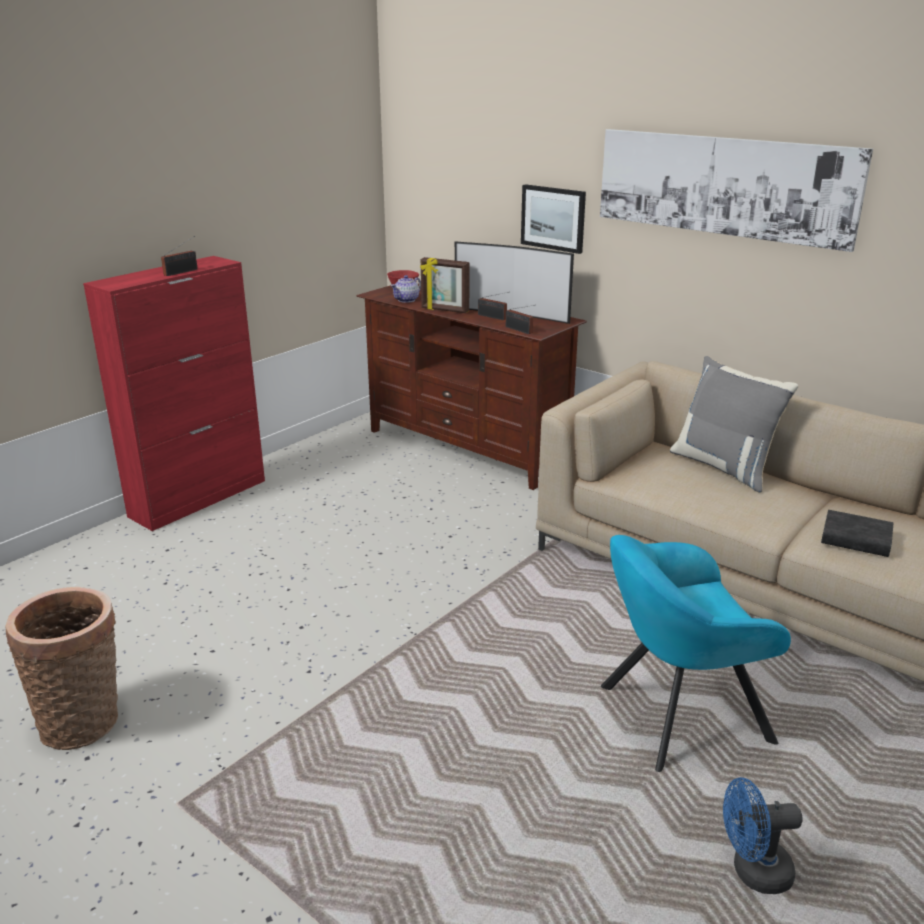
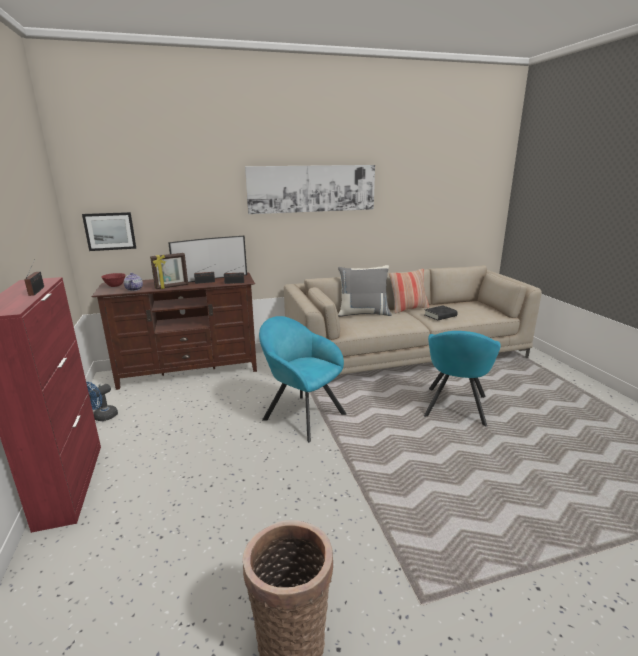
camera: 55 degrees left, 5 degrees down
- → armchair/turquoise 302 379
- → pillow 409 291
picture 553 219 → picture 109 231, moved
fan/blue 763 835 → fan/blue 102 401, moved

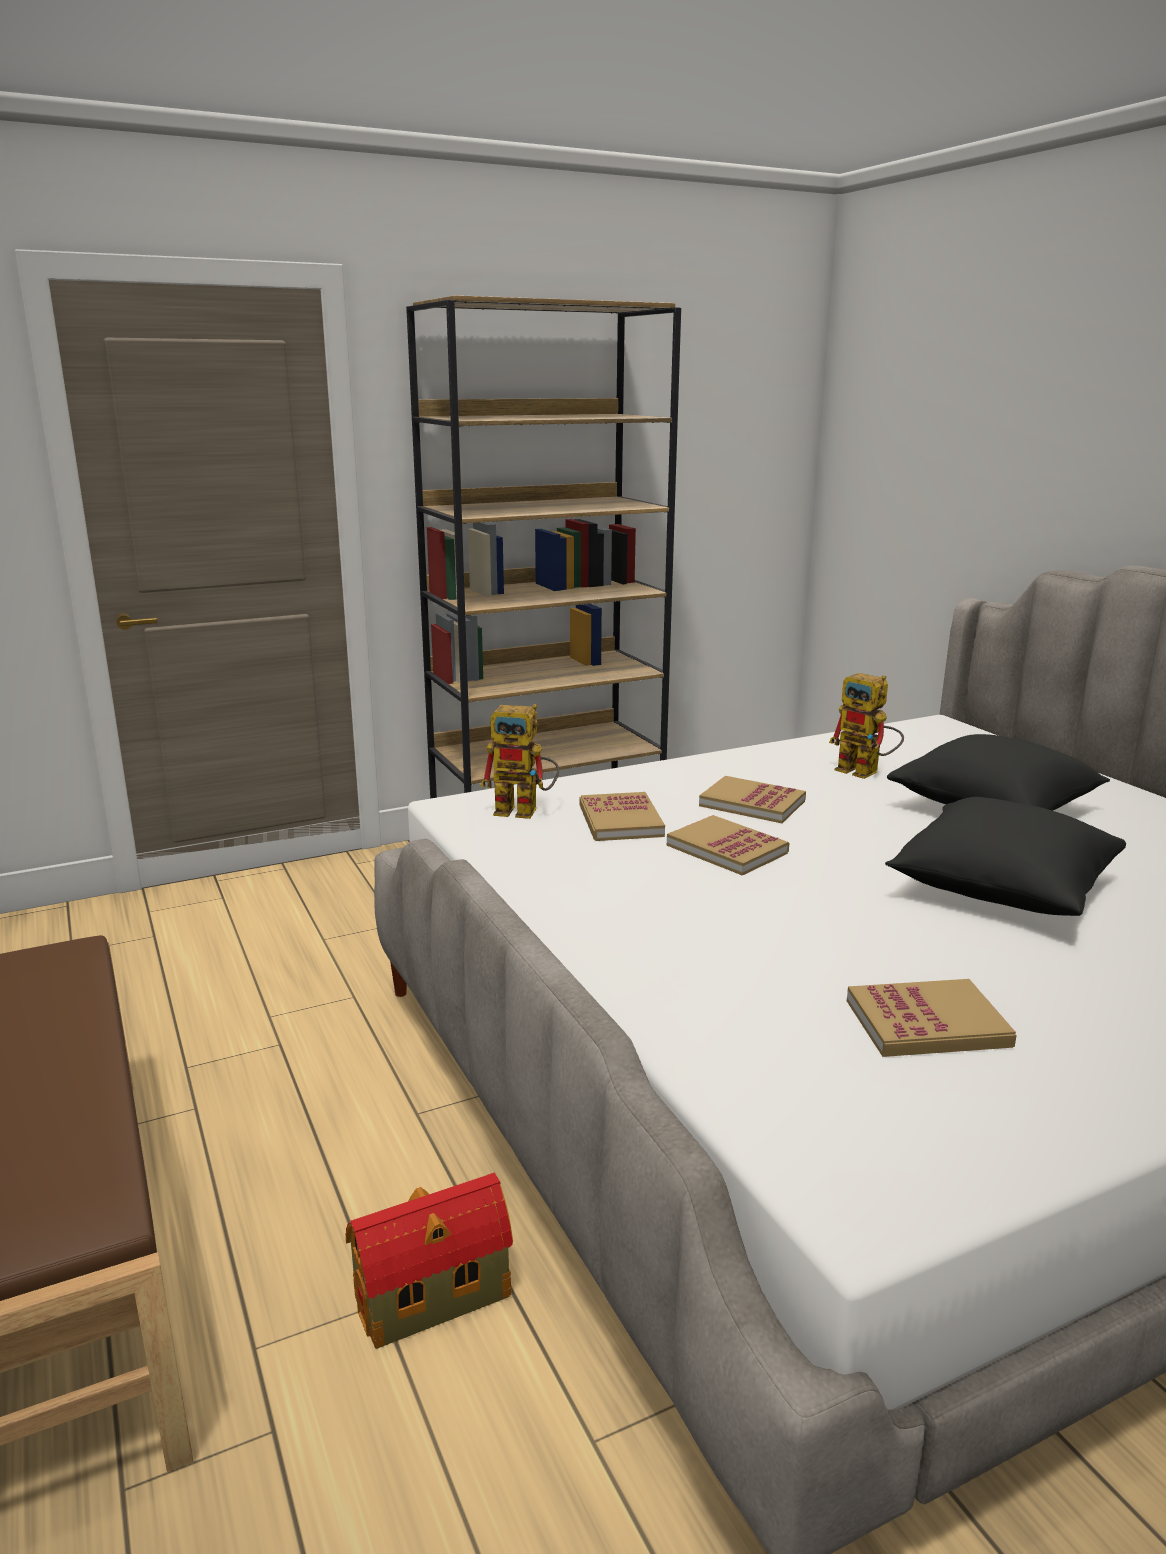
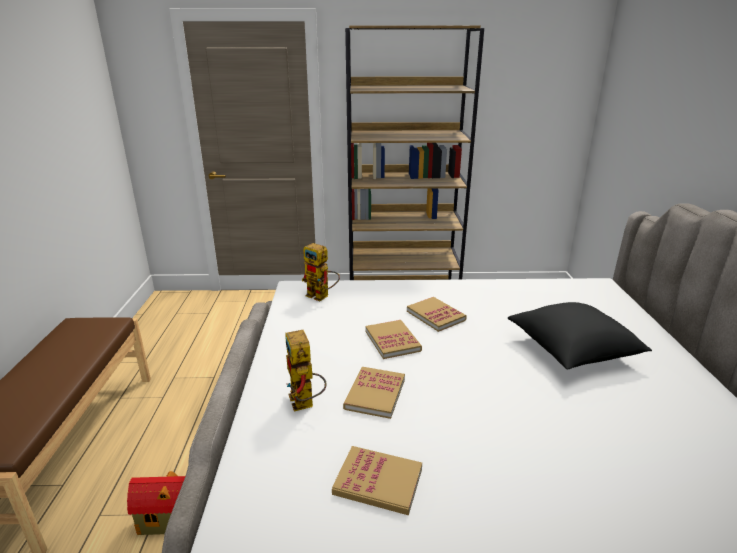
camera: 25 degrees right, 5 degrees up
pillow/black 1005 856 → -
book 622 816 → book 374 393, moved
toy robot 866 726 → toy robot 306 371, moved

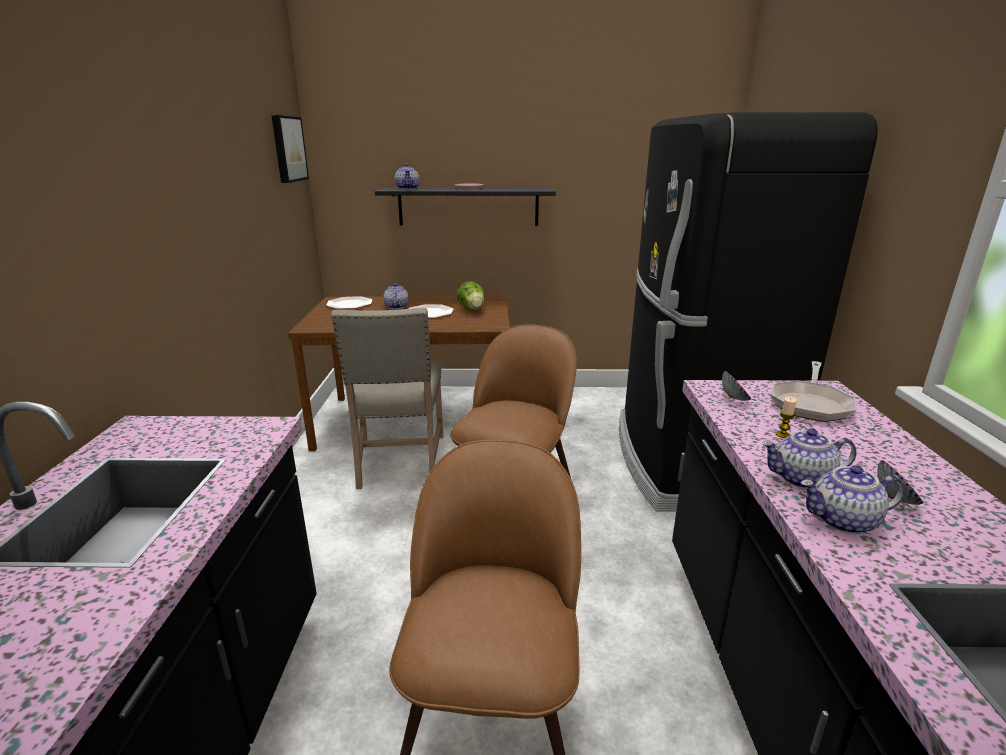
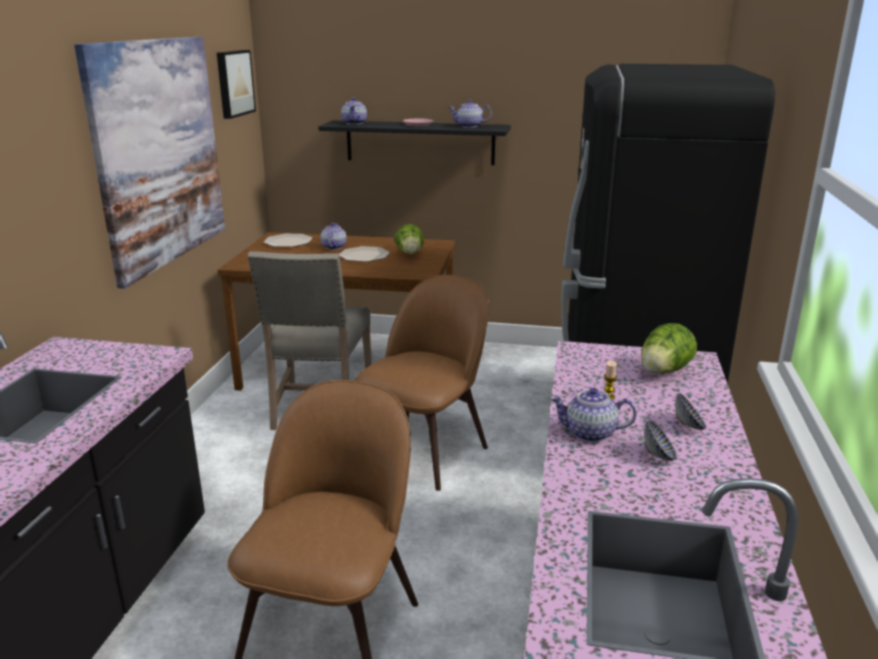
camera: 10 degrees right, 0 degrees up
- → picture 149 163
bowl 736 386 → bowl 691 411, moved
teapot 852 499 → teapot 470 114, moved
frying pan 813 391 → lettuce 669 348

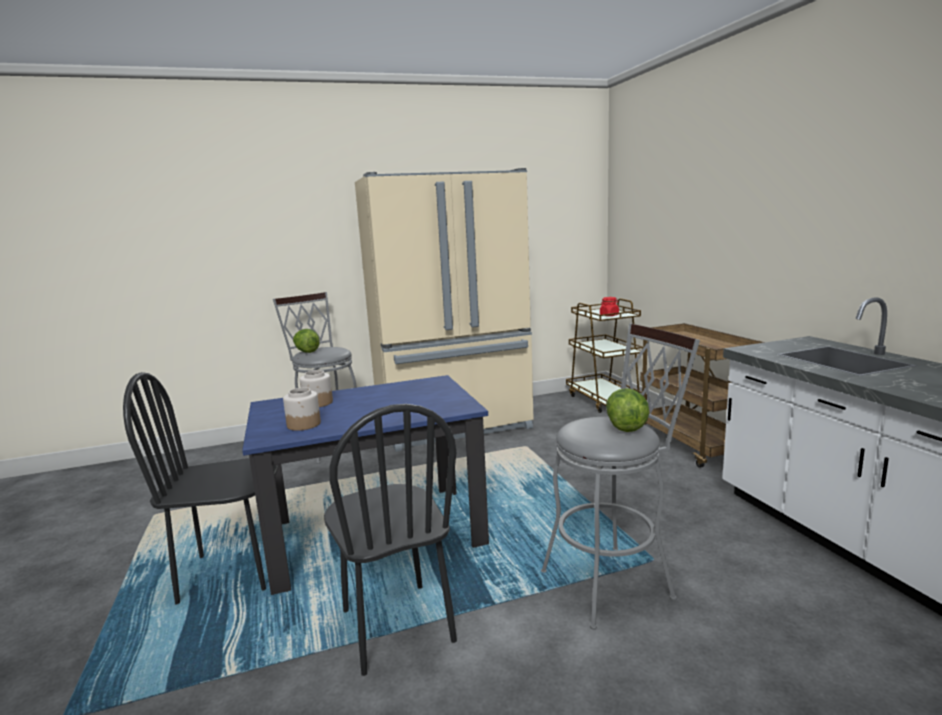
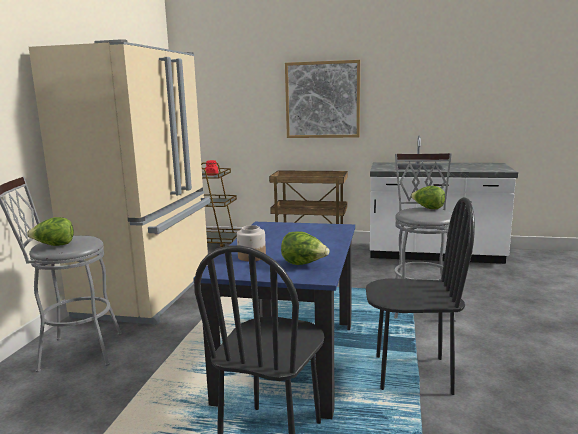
camera: 60 degrees left, 0 degrees up
- → picture 322 99
jar 302 409 → lettuce 305 248

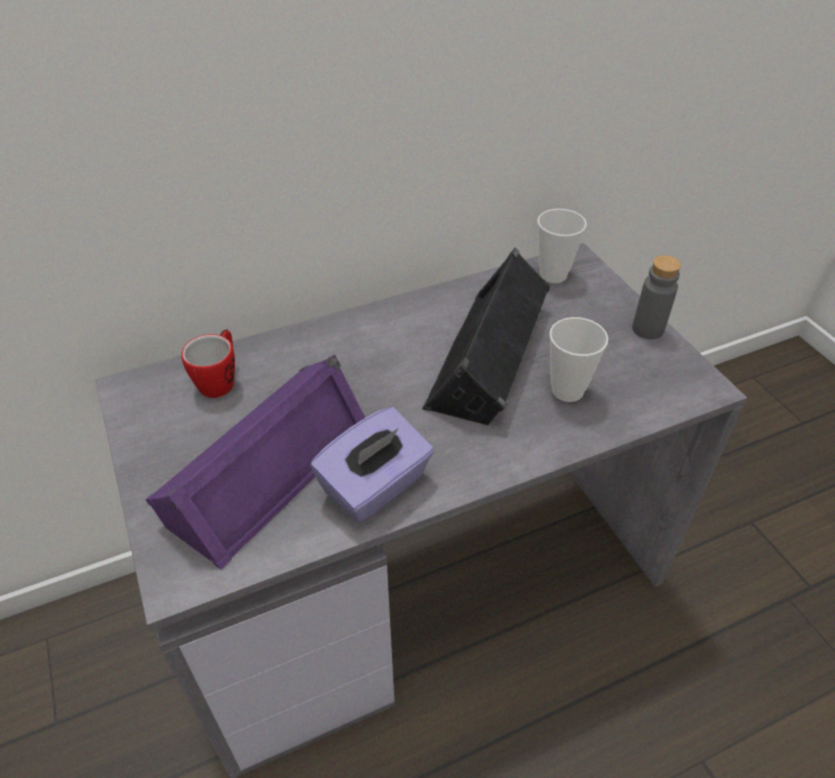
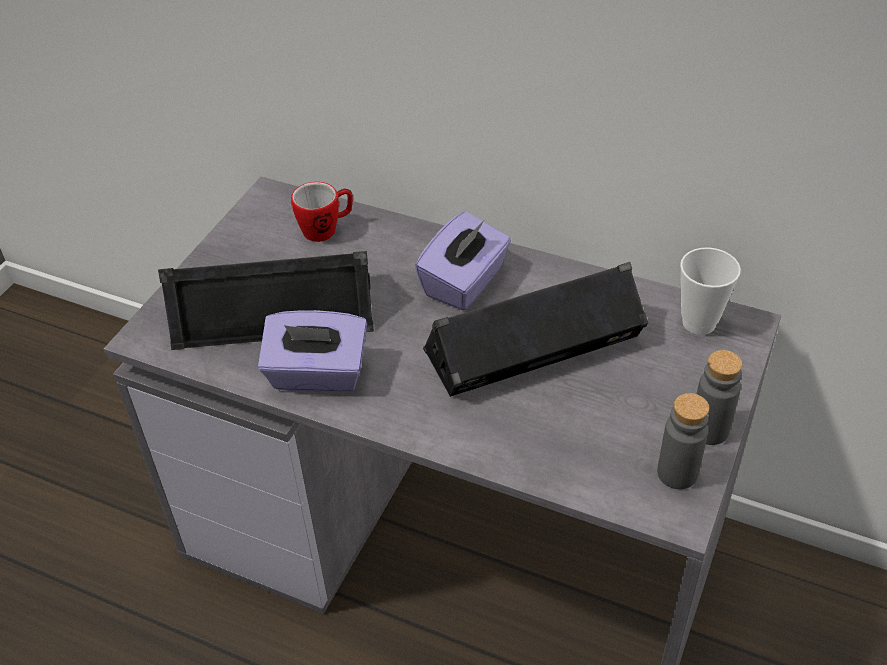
camera: 50 degrees right, 0 degrees up
cup 578 359 → -
- → tissue box/purple 463 261
- → bottle/grey 683 441
speaker/purple 255 461 → speaker/black 266 300

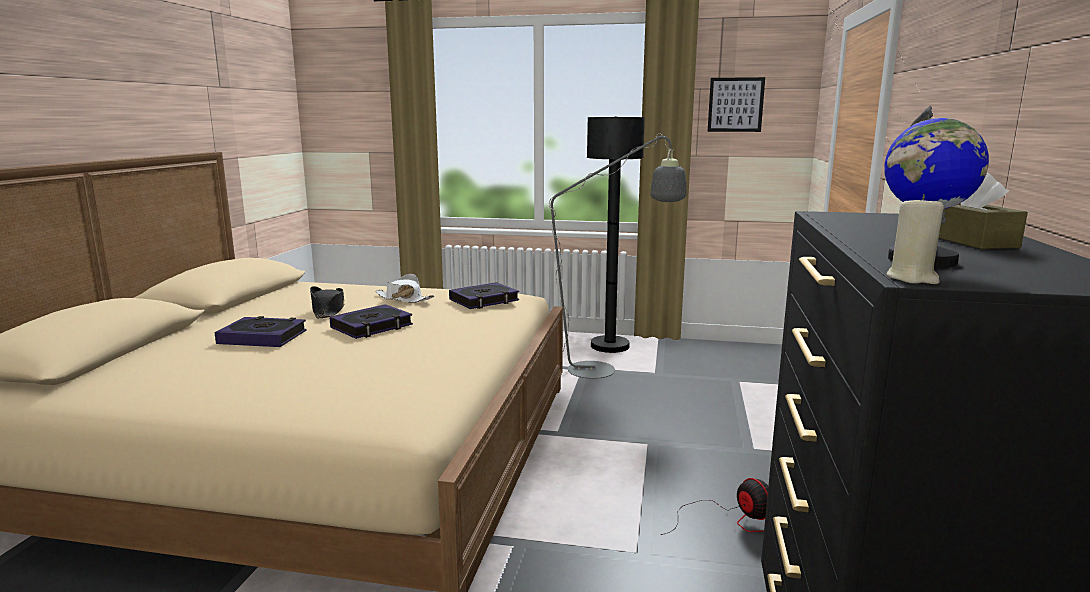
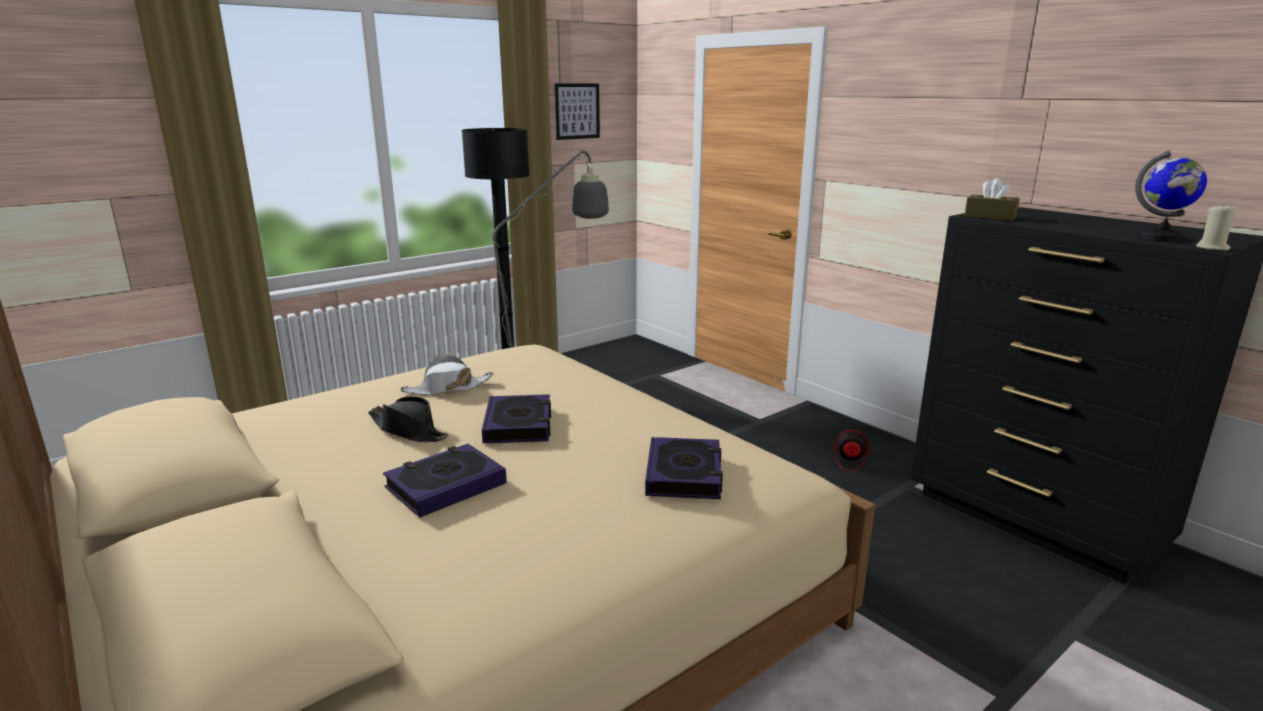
camera: 50 degrees left, 5 degrees up
book 484 295 → book 684 468, moved
tissue box/brown 983 211 → tissue box/brown 992 199, moved

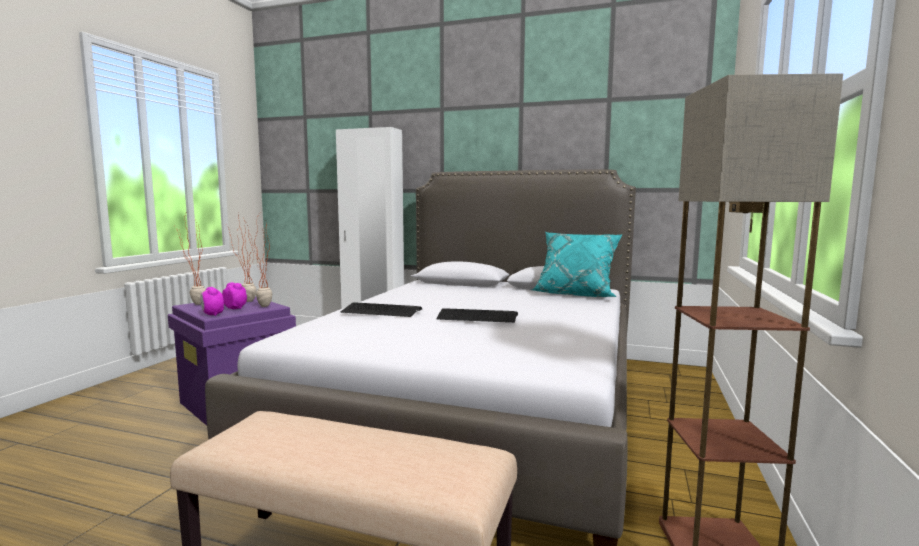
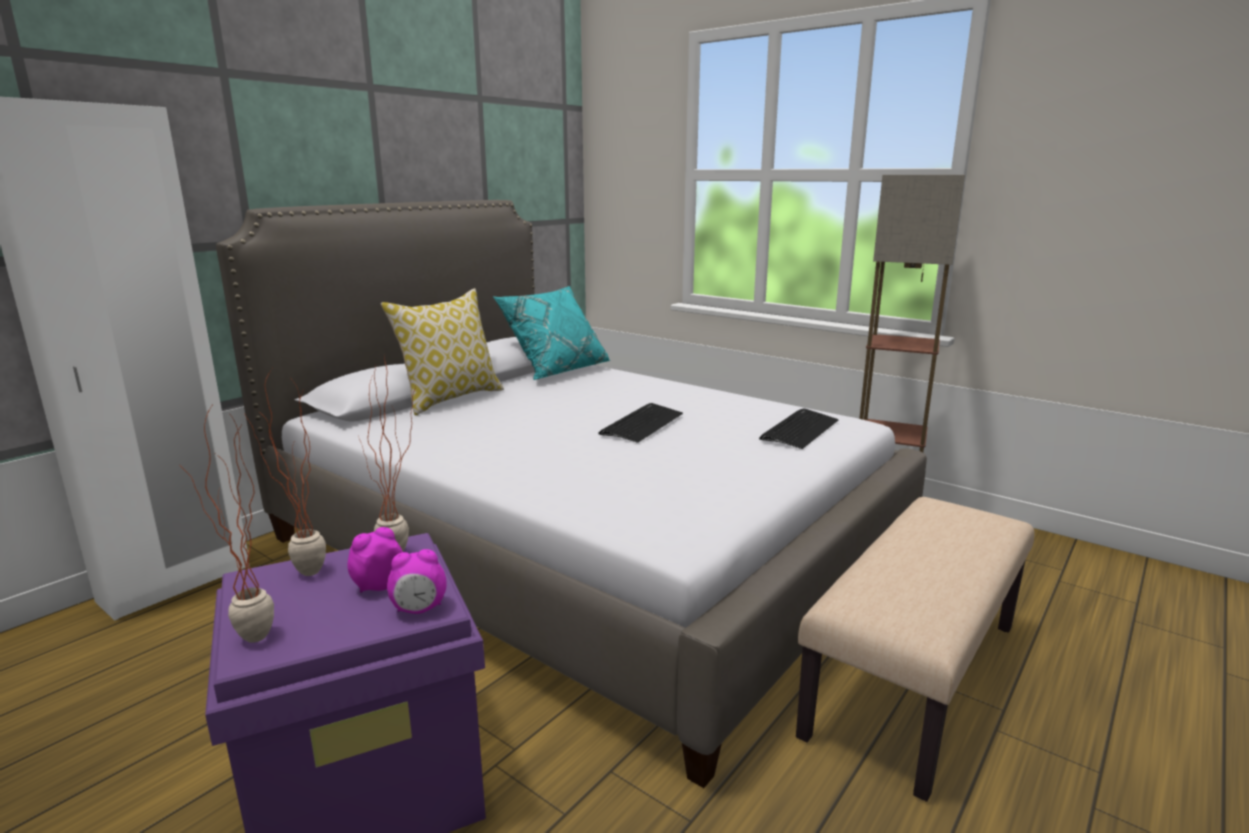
camera: 70 degrees left, 10 degrees up
- → pillow 442 352
keyboard 381 310 → keyboard 799 428, moved

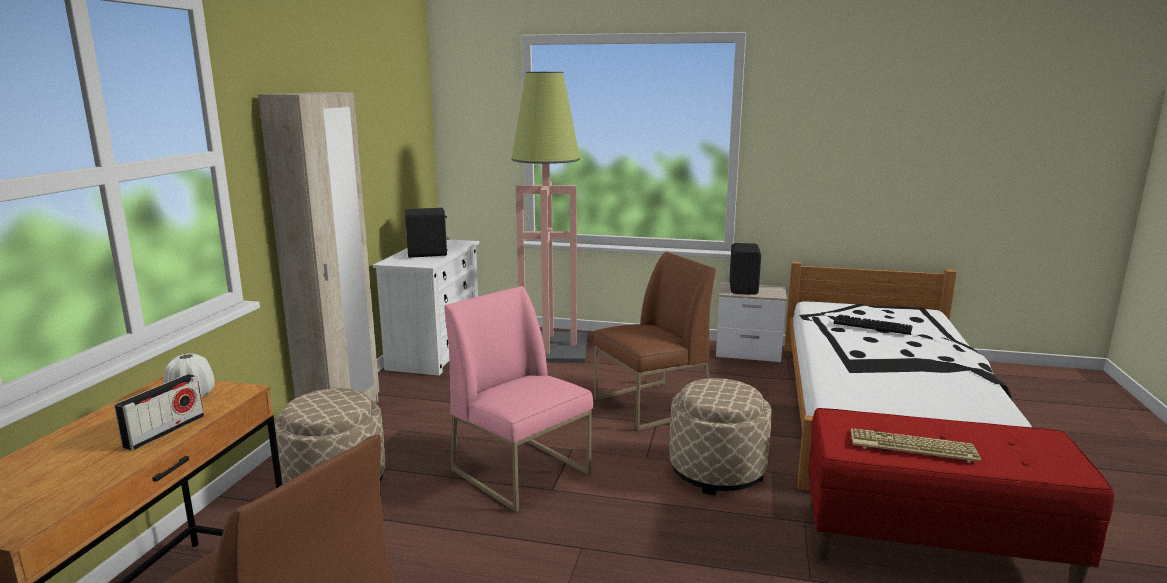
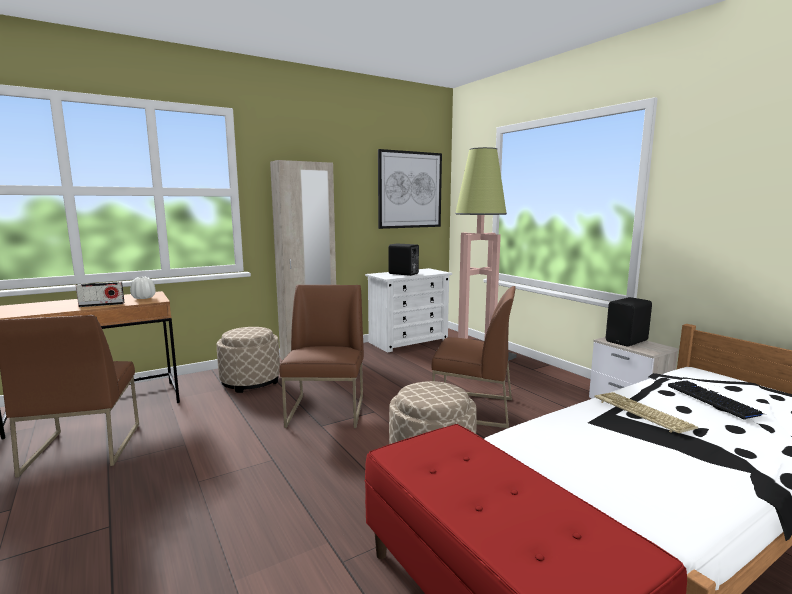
camera: 45 degrees right, 5 degrees down
- → picture 410 189
keyboard 916 445 → keyboard 646 412, moved
chair/pink 518 399 → chair/brown 321 356

